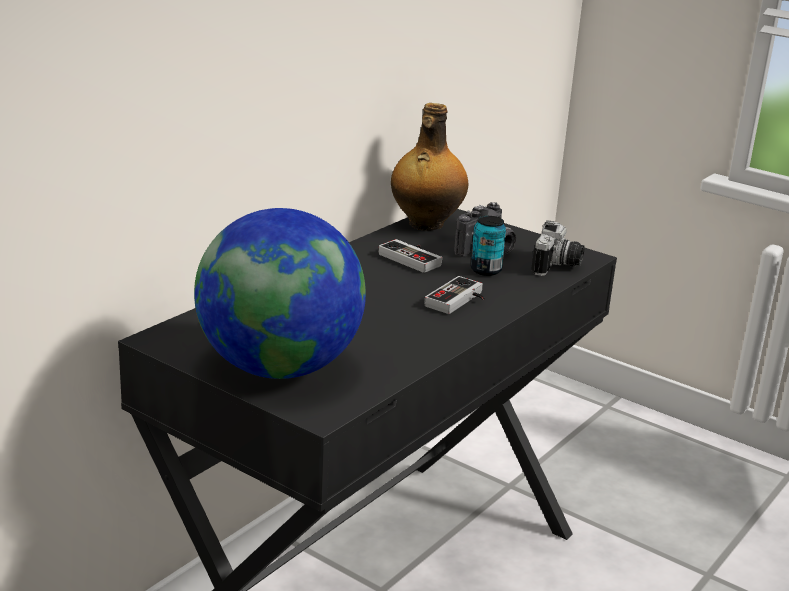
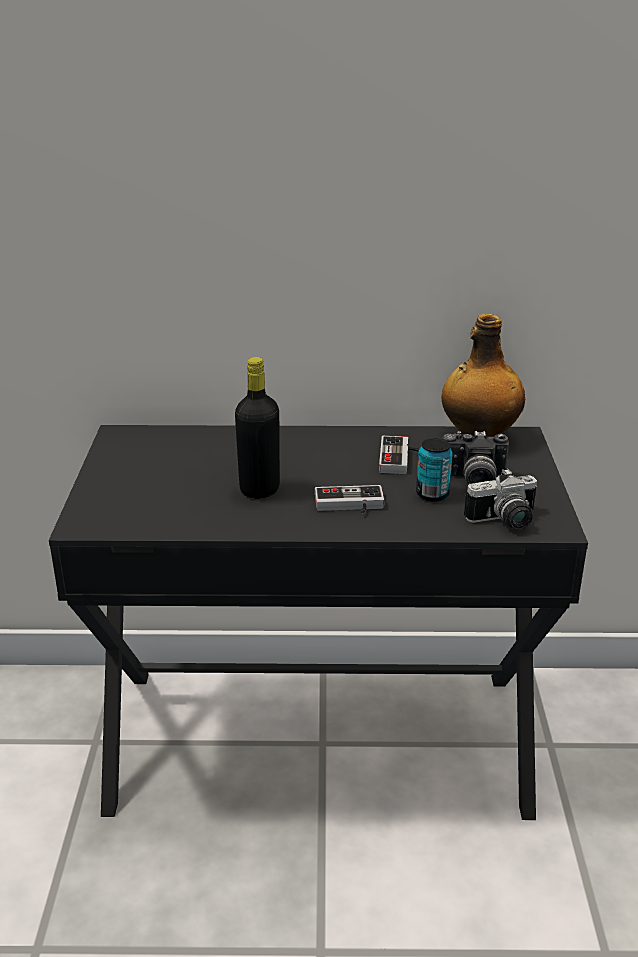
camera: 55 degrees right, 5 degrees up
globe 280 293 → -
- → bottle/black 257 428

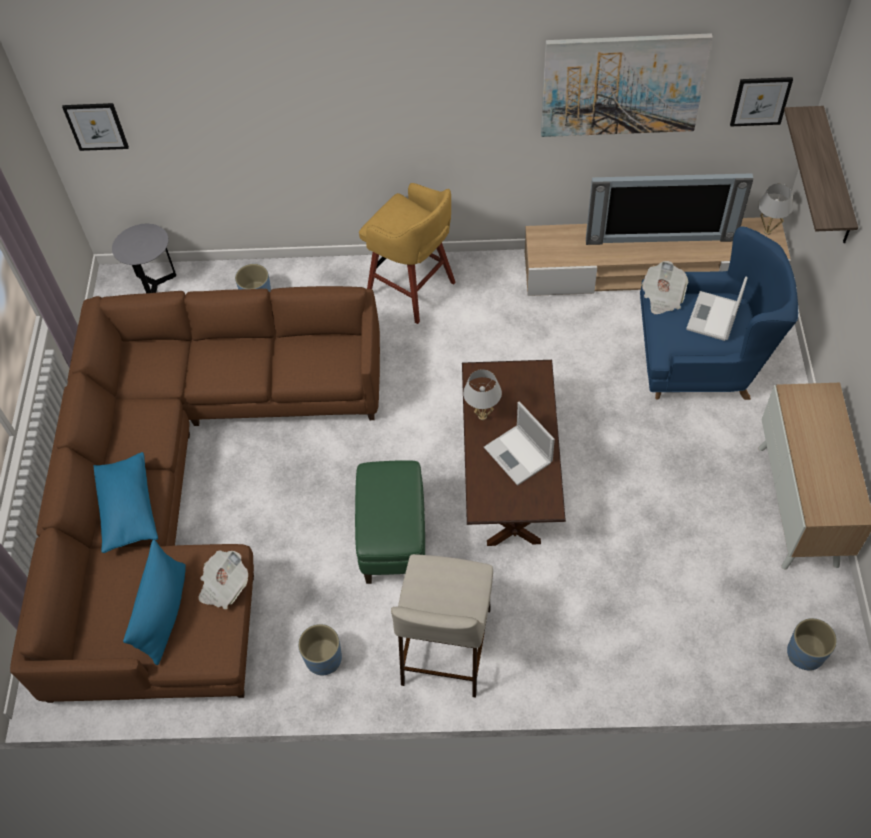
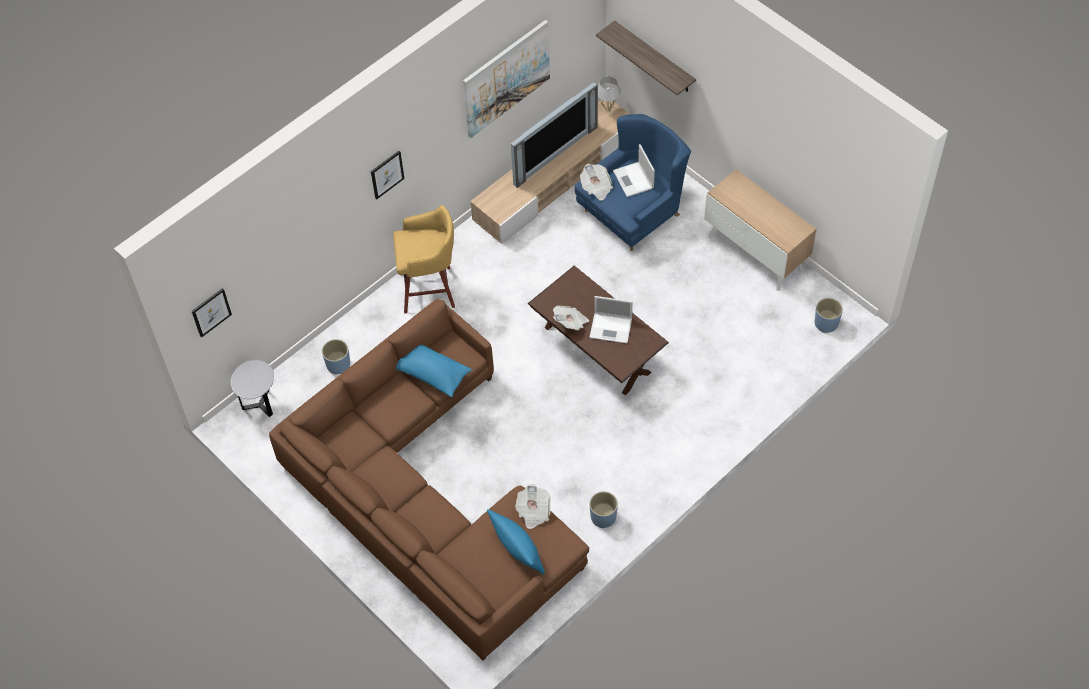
camera: 45 degrees left, 0 degrees up
ottoman/green 390 522 → -
stool/beige 442 625 → -
pillow/blue 125 502 → pillow/blue 434 371, moved
picture 761 102 → picture 387 175, moved
table lamp/white 482 394 → newspaper 571 317

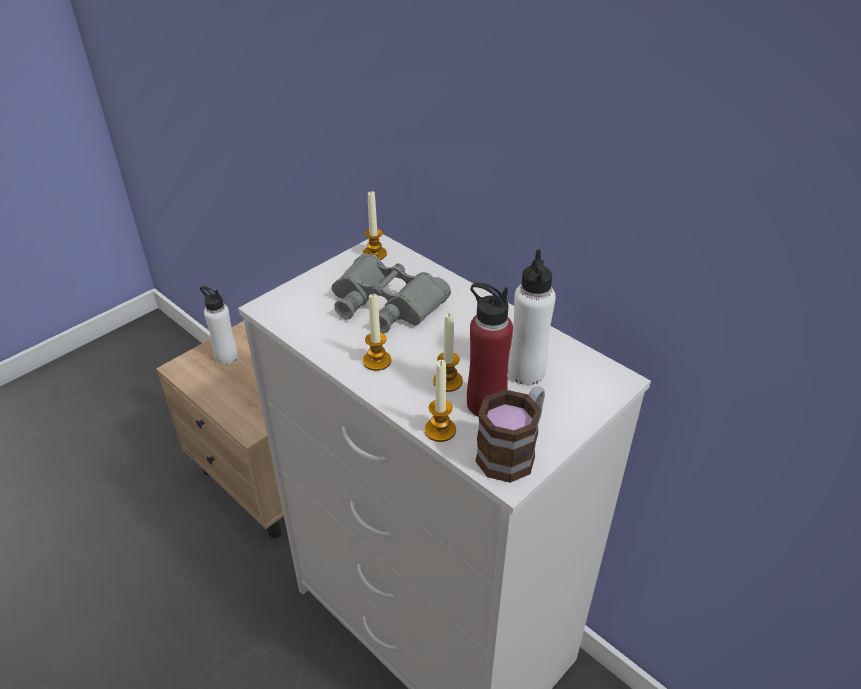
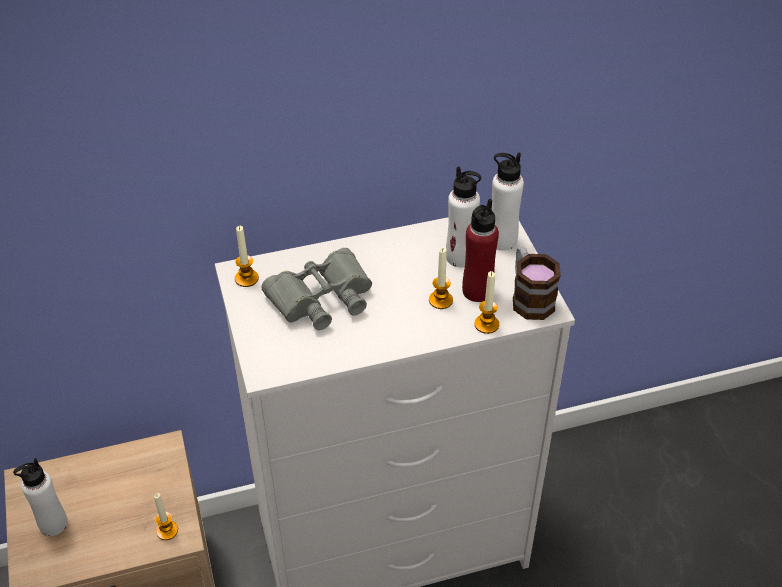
camera: 60 degrees left, 5 degrees up
- → bottle/white 507 202
candle 377 332 → candle 166 516, moved

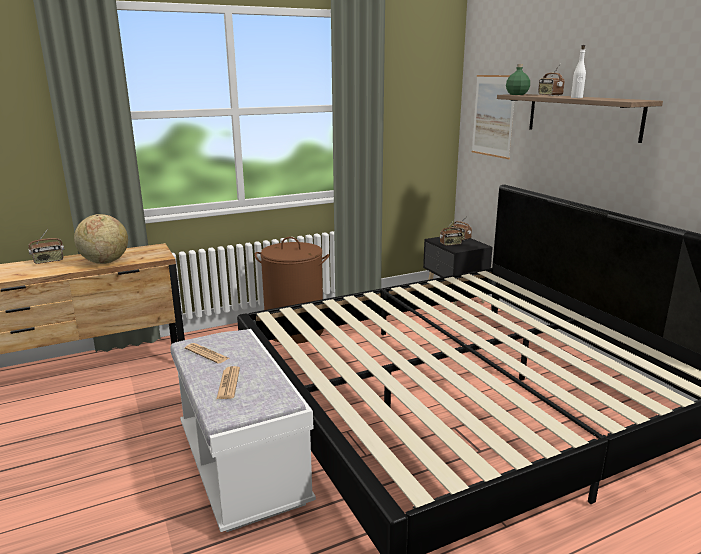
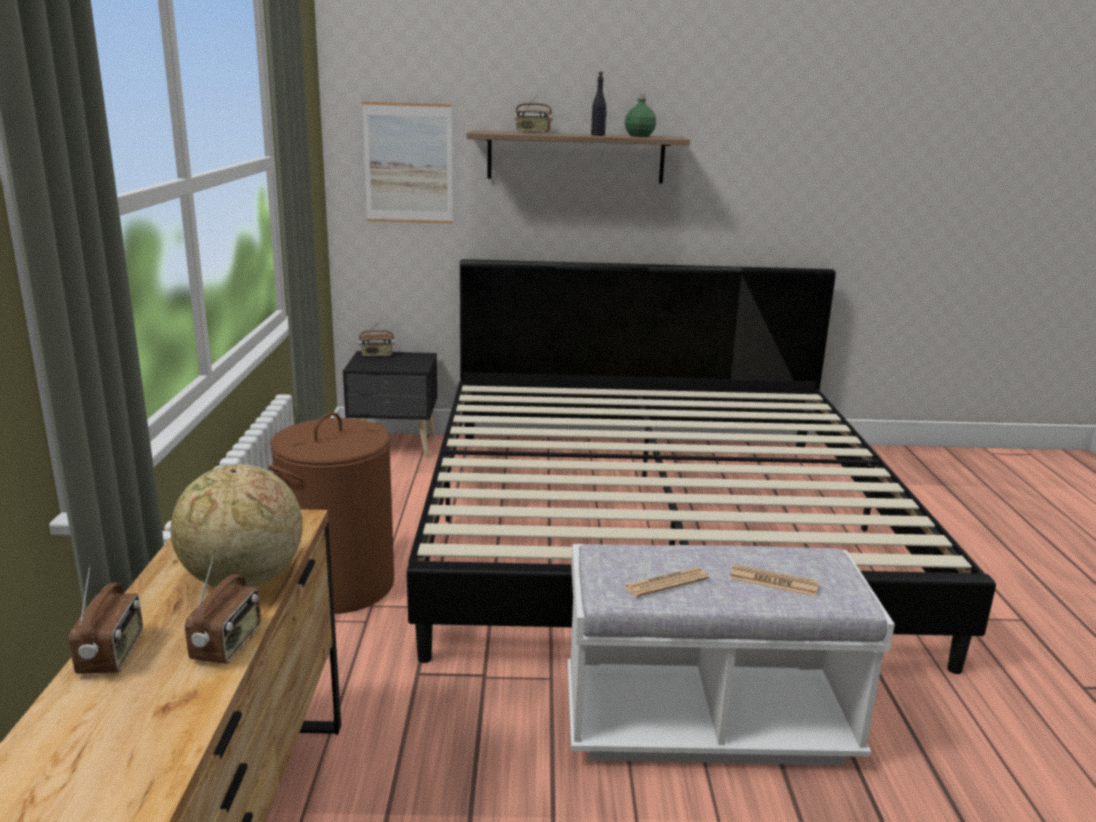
camera: 65 degrees left, 0 degrees up
radio 451 233 → radio 223 610, moved
bottle/green 518 79 → bottle/green 640 115, moved
bottle/white 578 71 → bottle/black 599 104

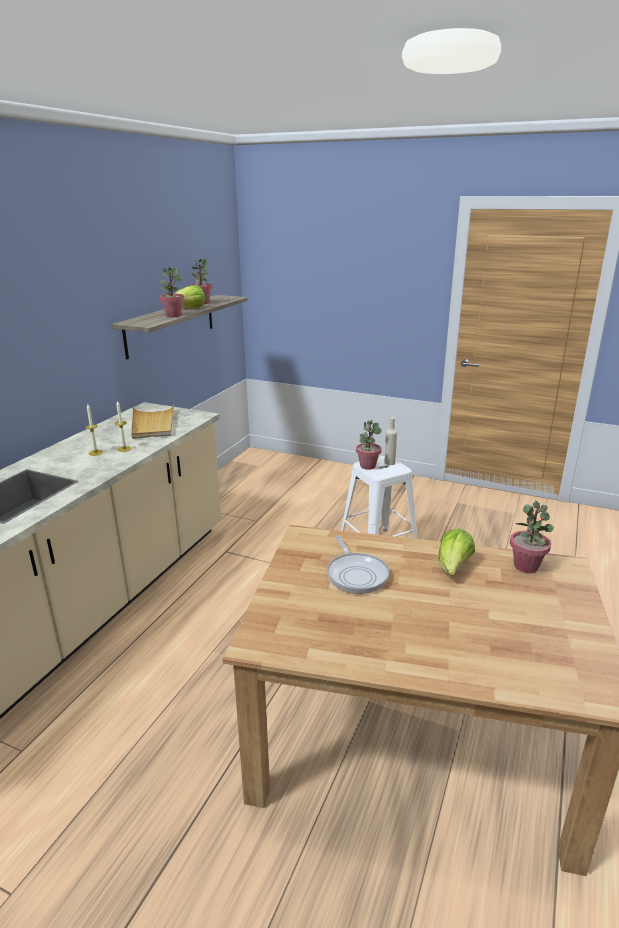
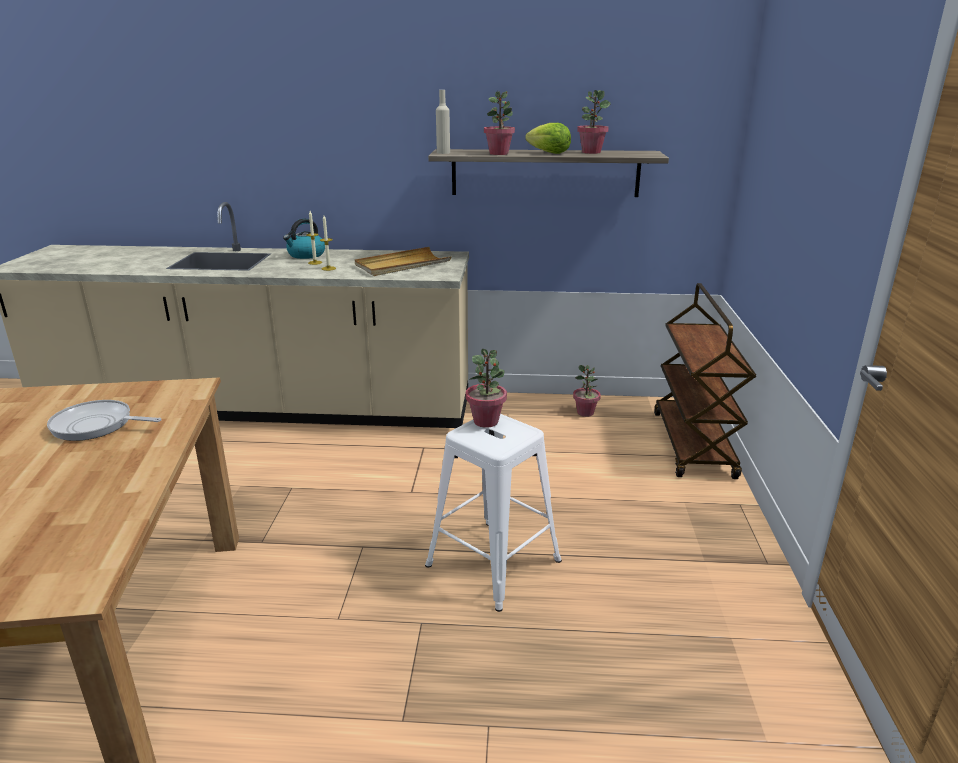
camera: 70 degrees right, 0 degrees up
lettuce 456 551 → -
- → kettle 304 238
- → cart/brown 705 381
bottle/beige 390 441 → bottle/beige 443 122, moved
potted plant 532 537 → potted plant 587 391, moved
frying pan 358 564 → frying pan 104 420, 45 degrees clockwise

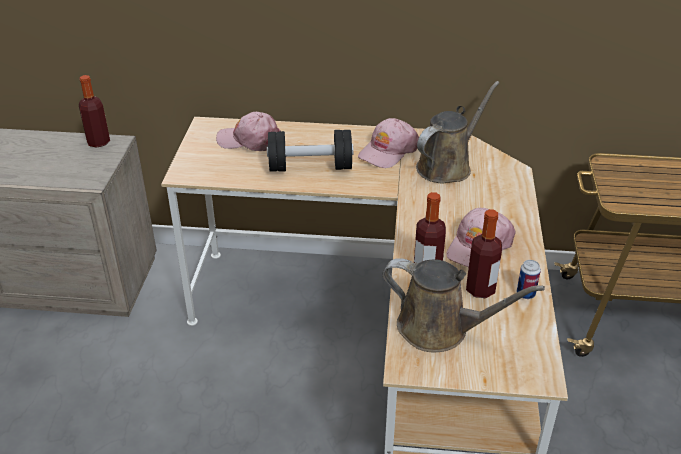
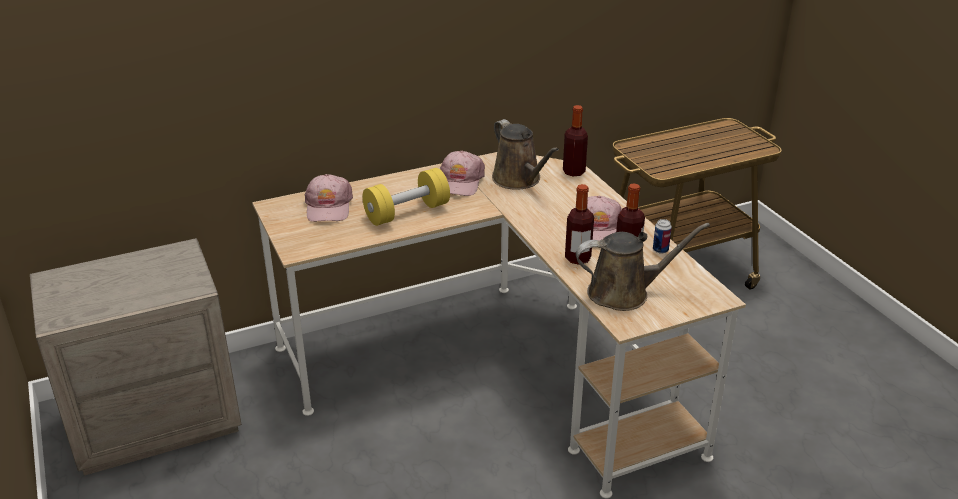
camera: 30 degrees left, 5 degrees down
bottle 94 111 → bottle 575 140, moved
dumbbell/black 310 151 → dumbbell/yellow 406 197
cap/pink 248 131 → cap/pink 329 198, 75 degrees counterclockwise
watering can/brown 458 132 → watering can/brown 525 154, 135 degrees clockwise

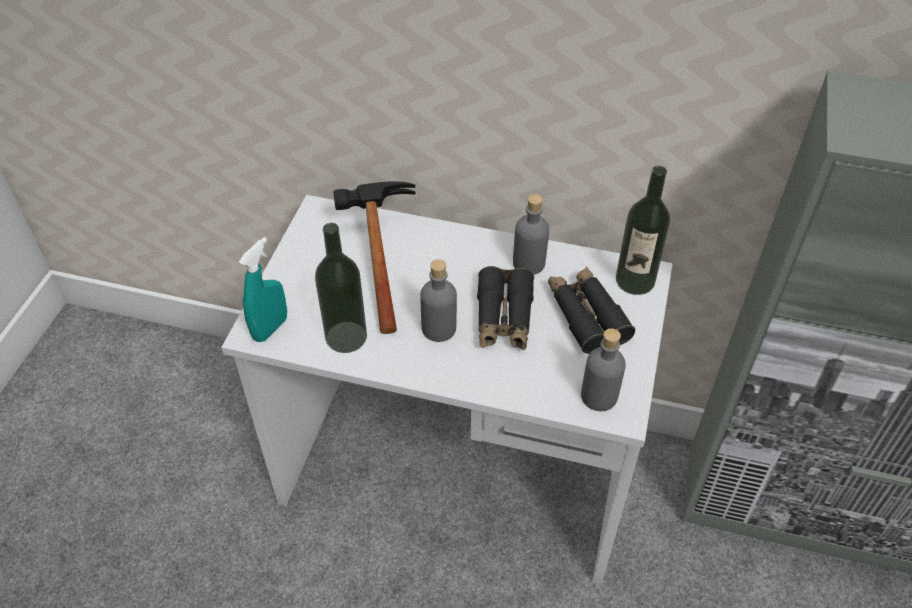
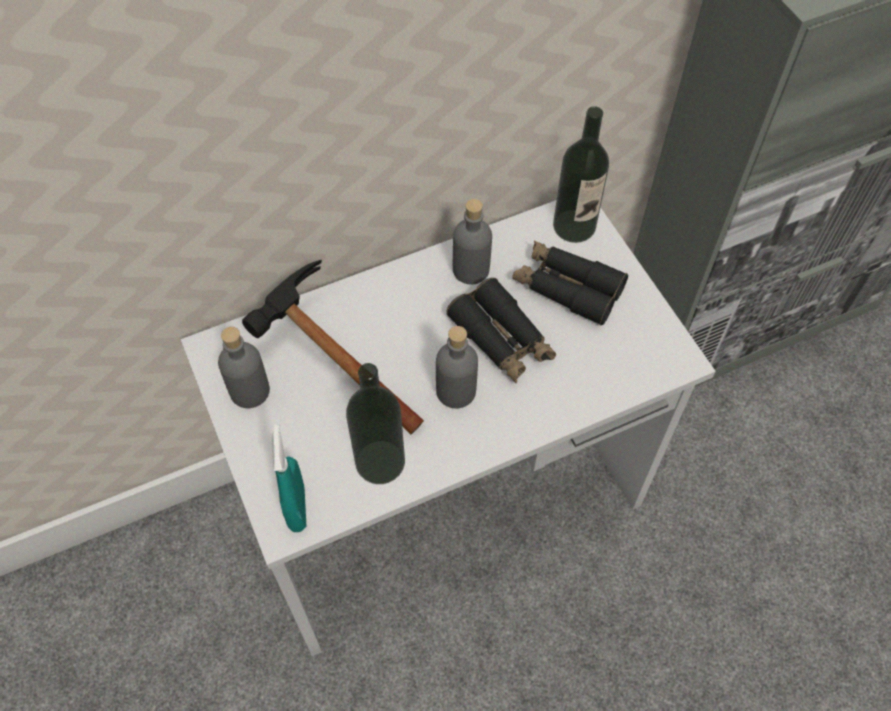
camera: 40 degrees left, 10 degrees up
bottle/grey 603 369 → bottle/grey 244 367, moved

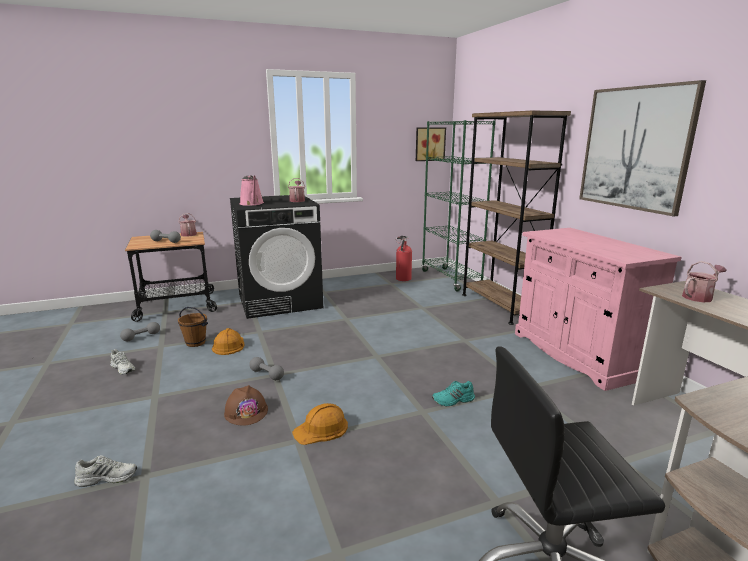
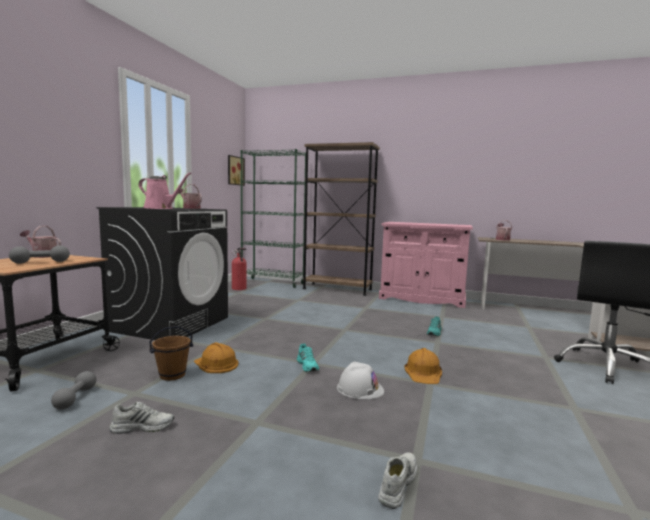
camera: 50 degrees left, 10 degrees down
picture 642 148 → -
dumbbell/grey 266 368 → shoe/turquoise 308 358
hard hat/brown 246 405 → hard hat/white 360 380

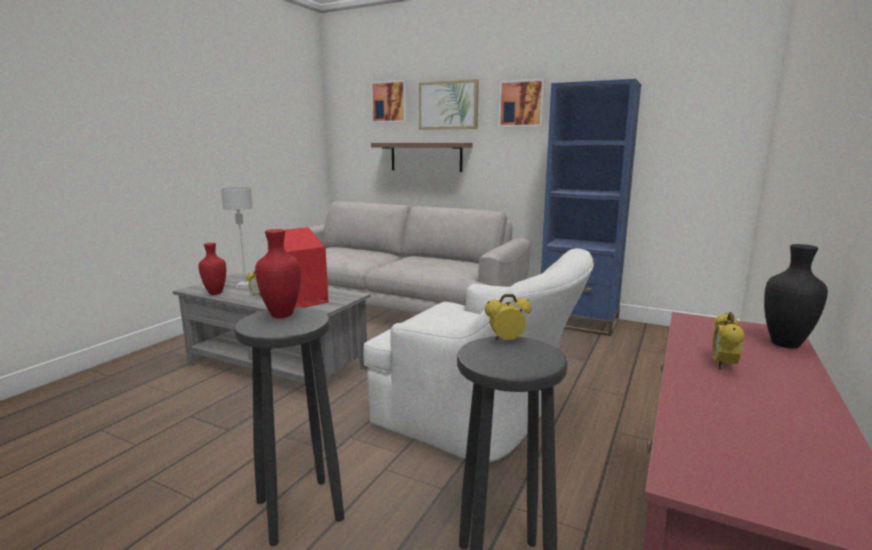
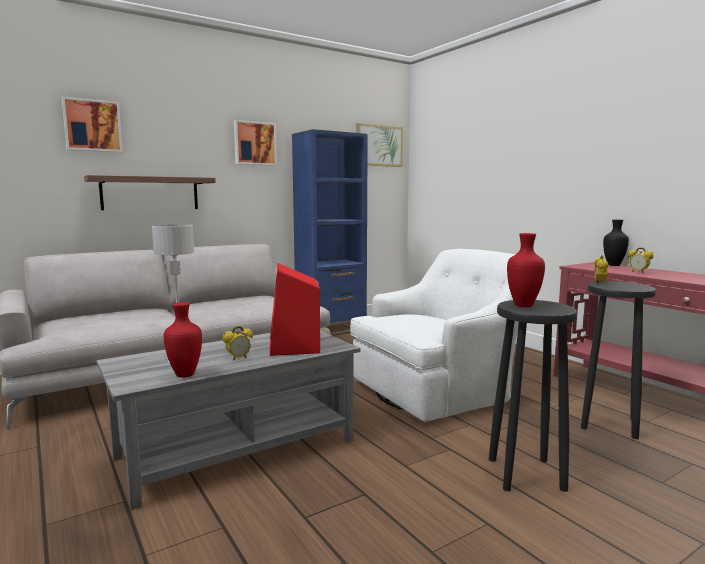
camera: 60 degrees left, 5 degrees down
picture 449 104 → picture 379 145, moved

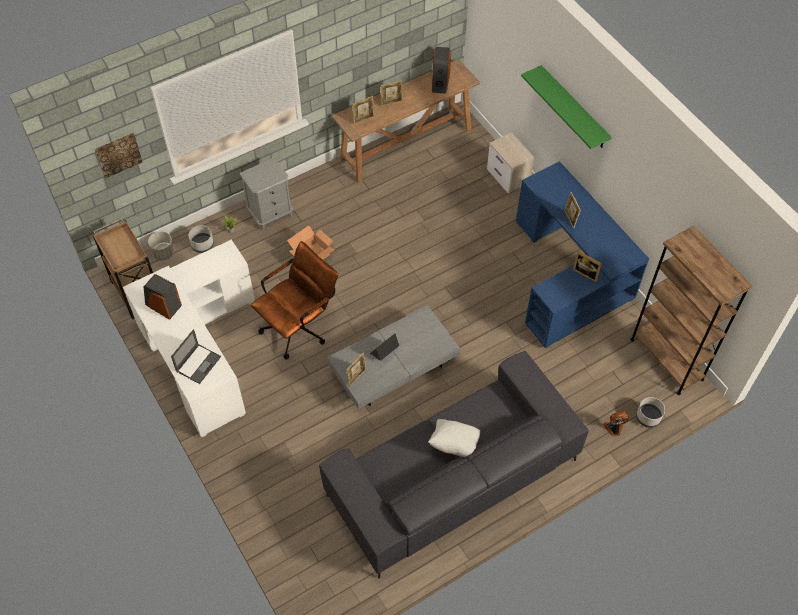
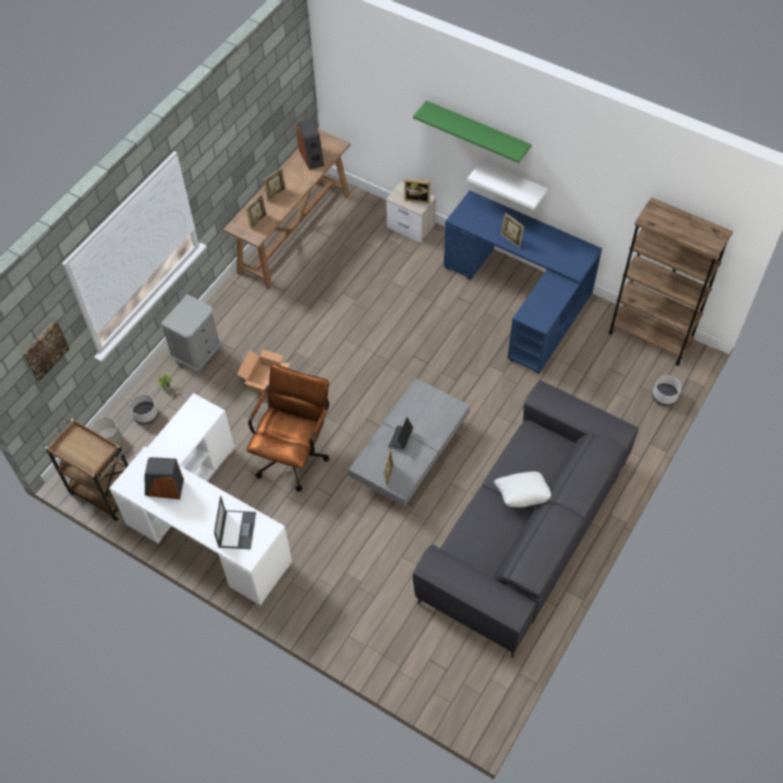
camera: 25 degrees left, 0 degrees up
fan 616 424 → -
- → shelf/white 507 185
picture frame 587 267 → picture frame 417 191, moved

